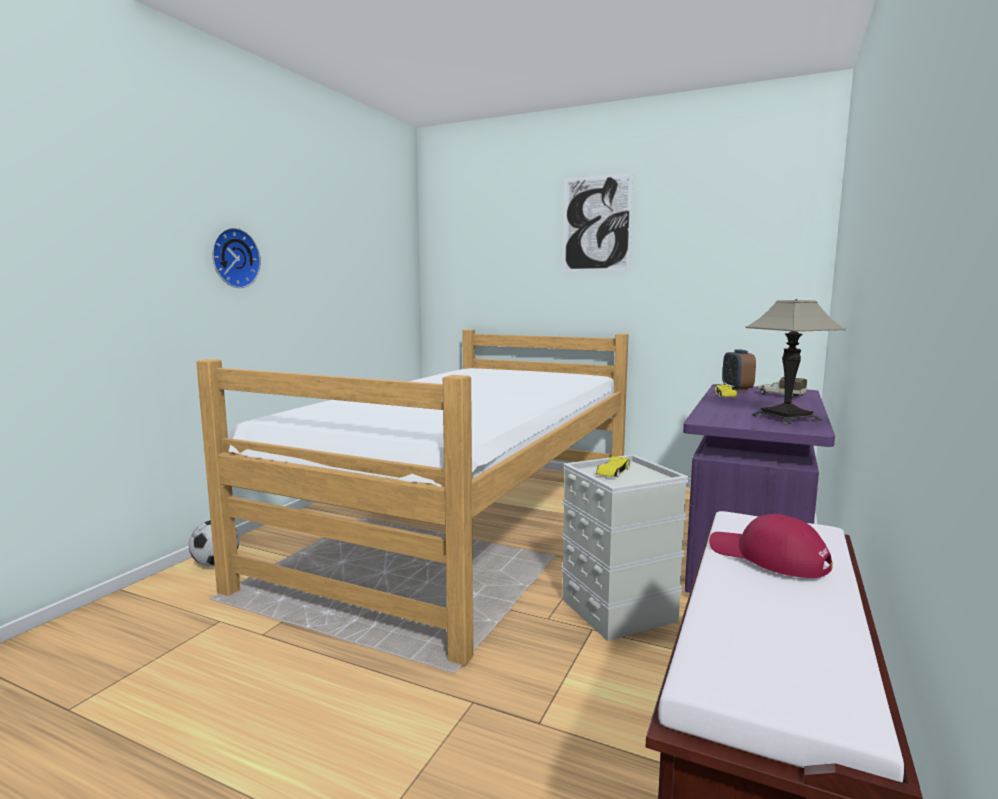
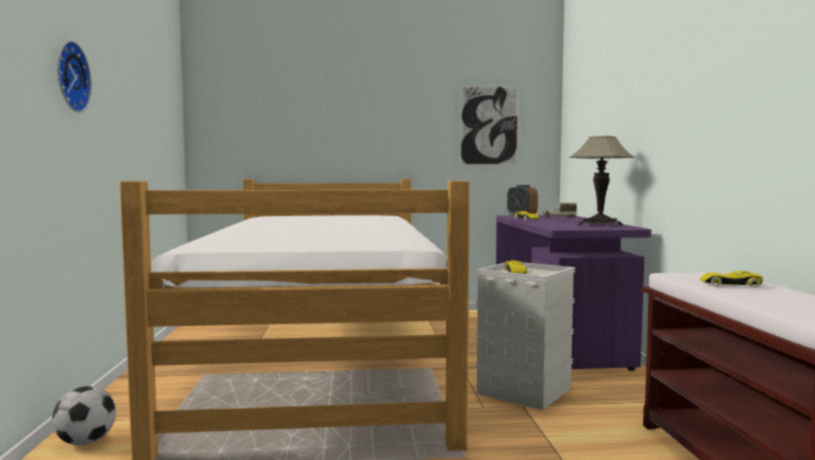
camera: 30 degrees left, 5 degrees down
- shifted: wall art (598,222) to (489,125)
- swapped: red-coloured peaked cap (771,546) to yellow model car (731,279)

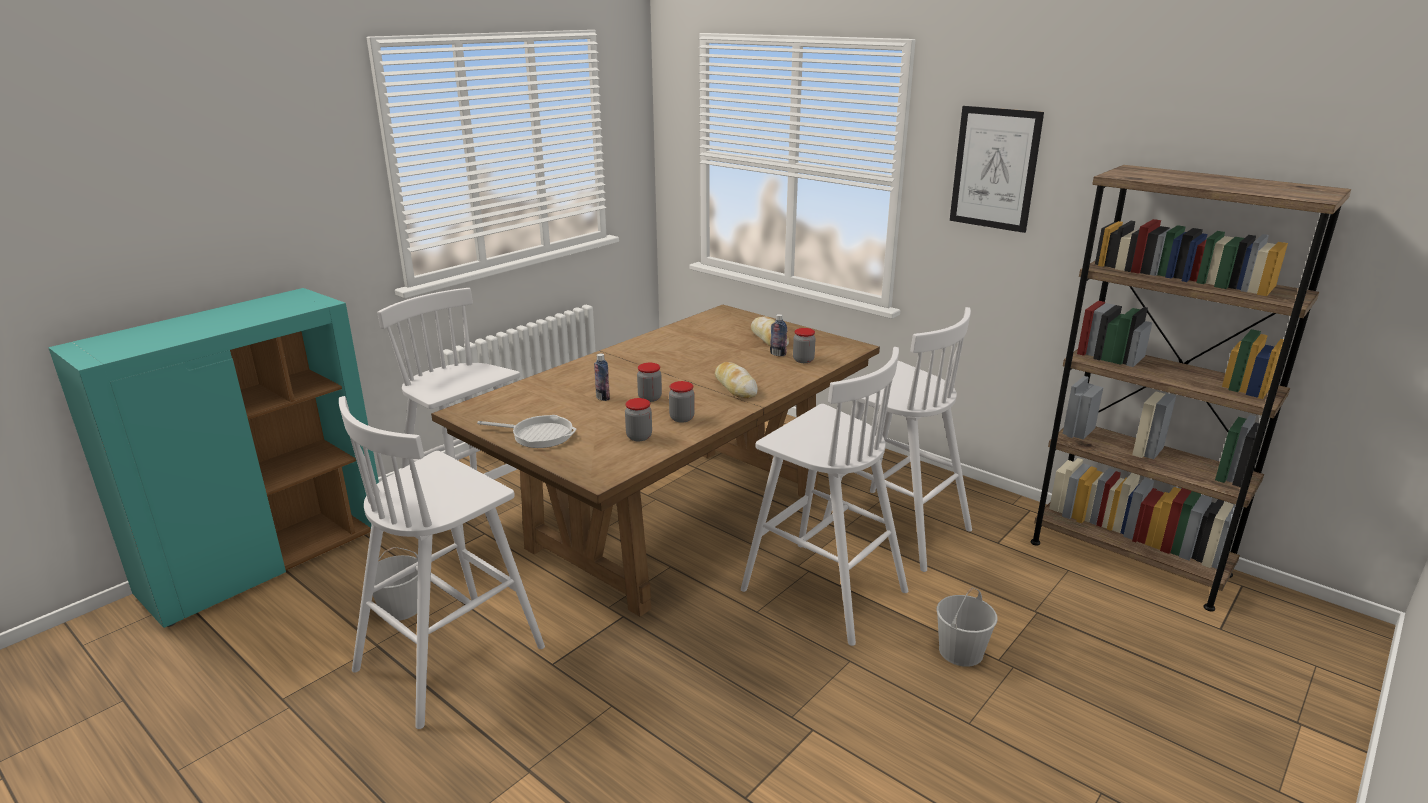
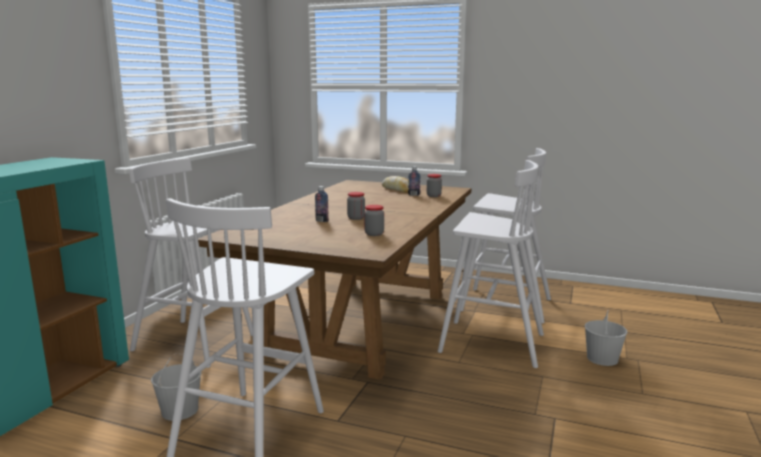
camera: 20 degrees left, 10 degrees down
- gone: frying pan (526,431)
- gone: jar (682,402)
- gone: bread (736,380)
- gone: wall art (997,169)
- gone: brownish bookcase (1191,388)

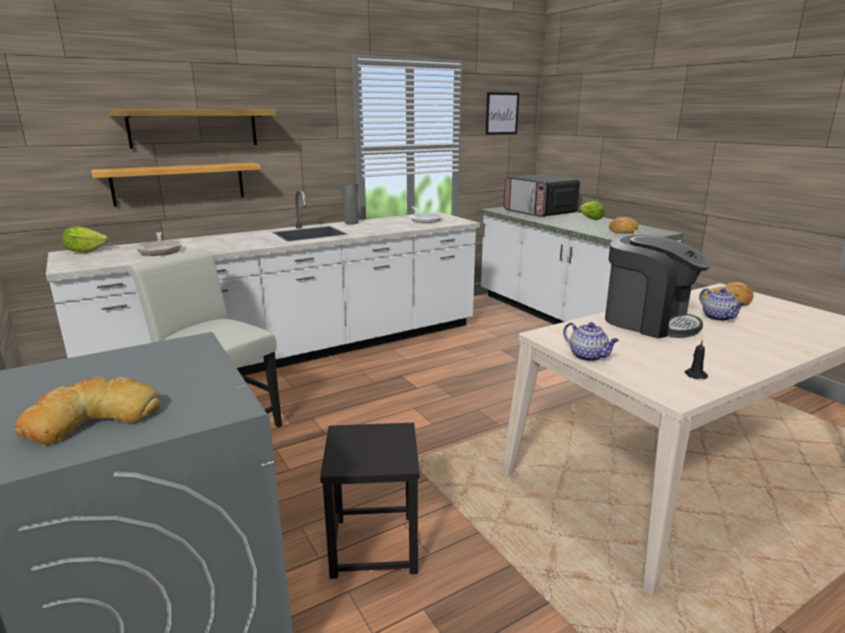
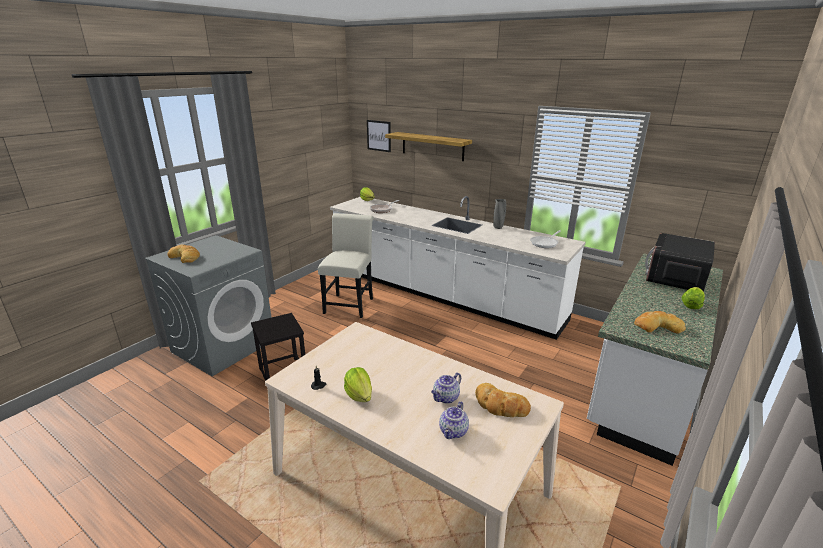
camera: 65 degrees right, 5 degrees up
- gone: wall shelf (176,185)
- shifted: wall art (502,113) to (379,136)
- shifted: pot for tea (591,341) to (454,420)
- gone: coffee maker (658,286)
- new: lettuce (358,384)

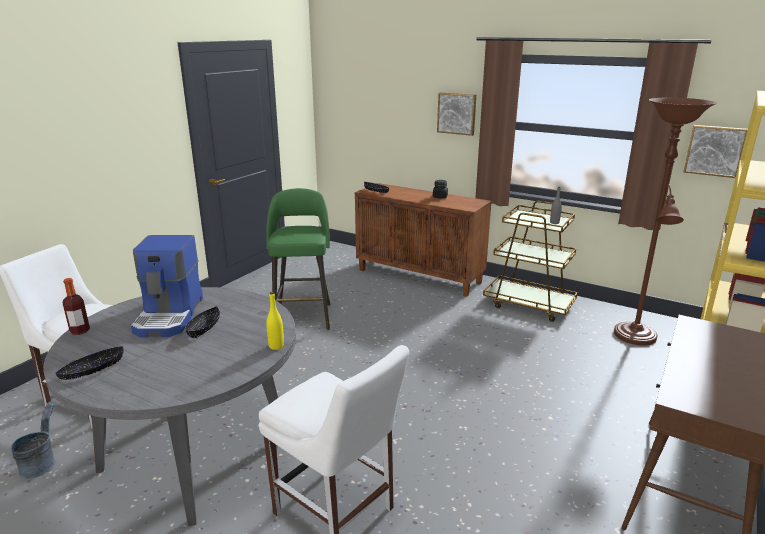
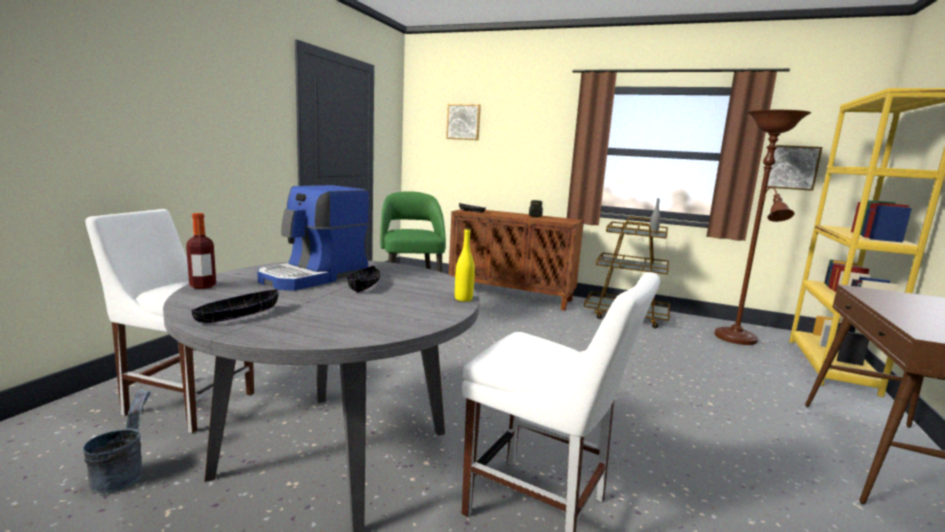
camera: 10 degrees left, 10 degrees down
- rotated: coffee maker (167,286) = (313,238) 45 degrees clockwise
- shifted: wall art (456,114) to (463,122)

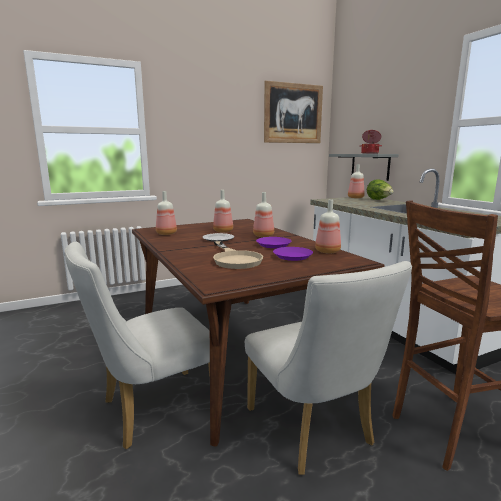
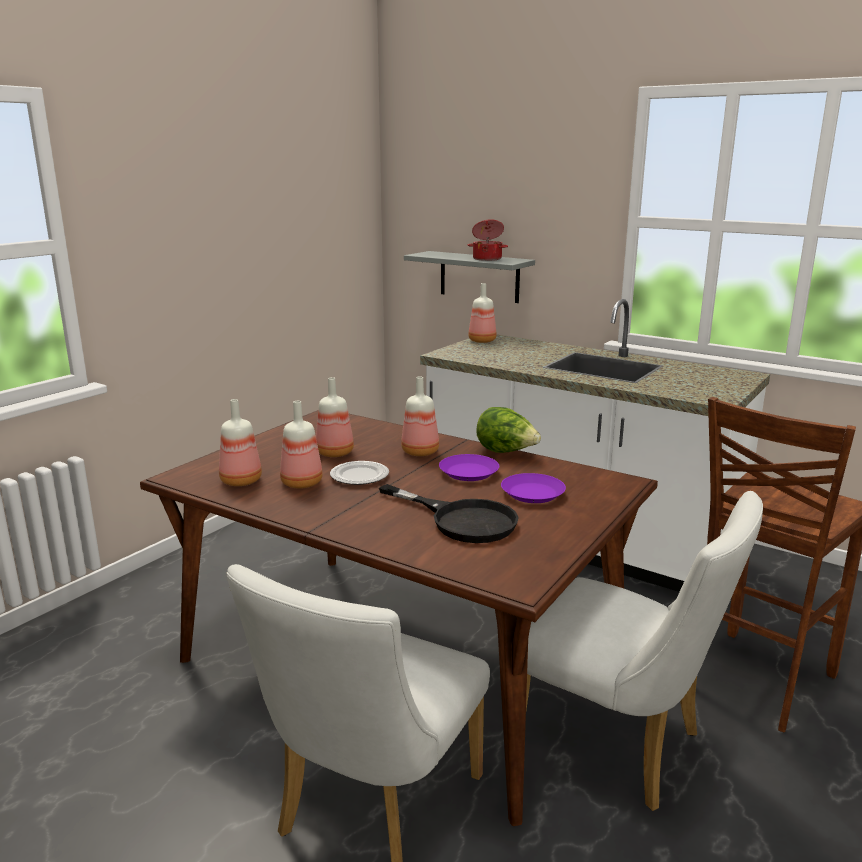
camera: 30 degrees left, 5 degrees up
- repainted: sand-coloured frying pan (238,255) to black-coloured frying pan (449,513)
- gone: wall art (293,112)
- shifted: bottle (328,226) to (301,445)
- shifted: lettuce (380,190) to (508,430)

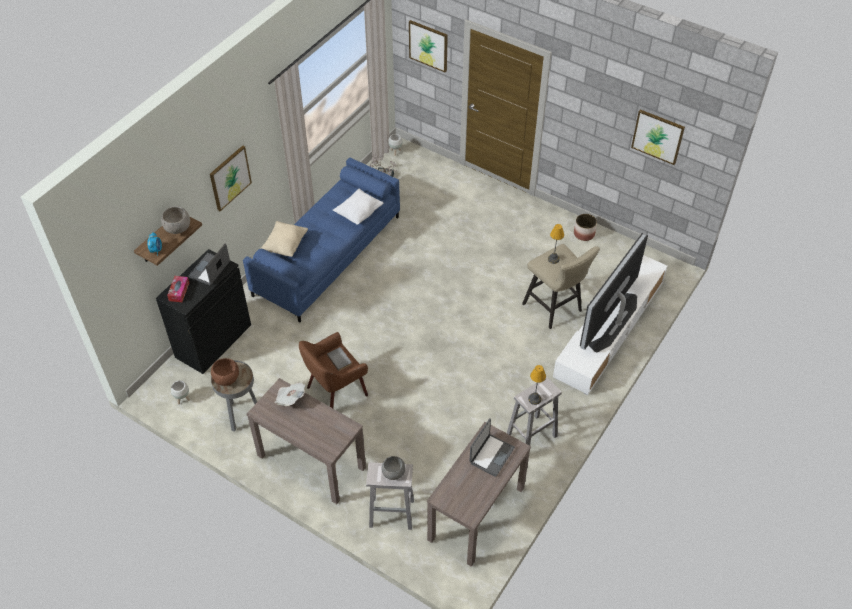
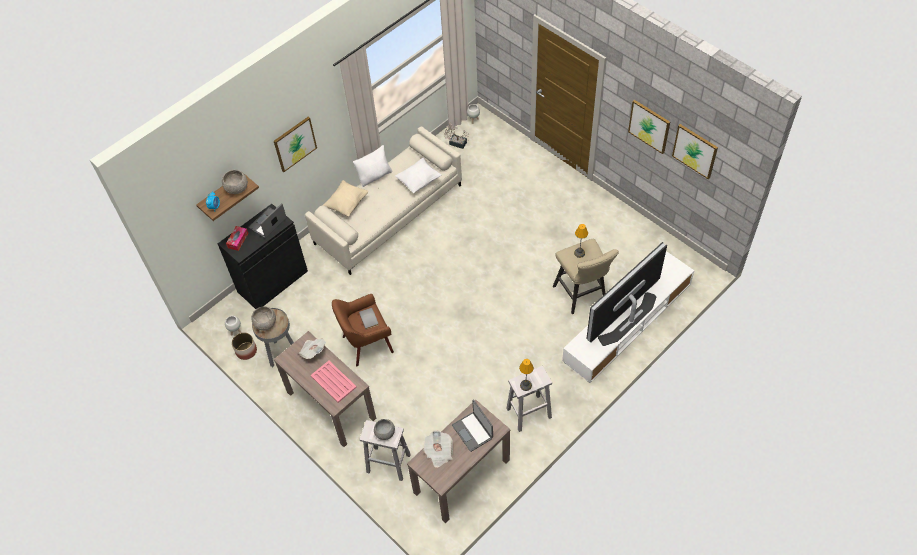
camera: 15 degrees right, 5 degrees up
- repainted: brownish serving bowl (225,372) to gray serving bowl (263,319)
- repainted: blue-coloured couch (321,240) to sand-coloured couch (383,200)
- shifted: wall art (428,46) to (649,127)
- rotated: portable computer (492,447) = (472,425) 105 degrees clockwise
- shifted: flower pot (585,227) to (244,346)
- new: pink-coloured carrying tray (334,382)
- new: whitish cushion (372,166)
- new: daily paper (438,449)

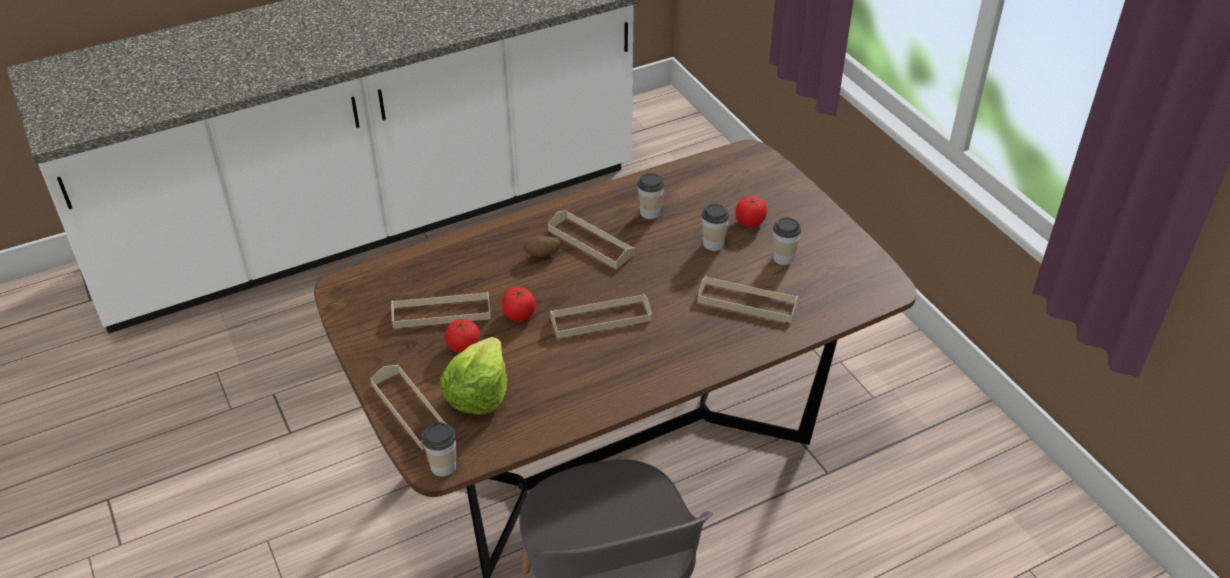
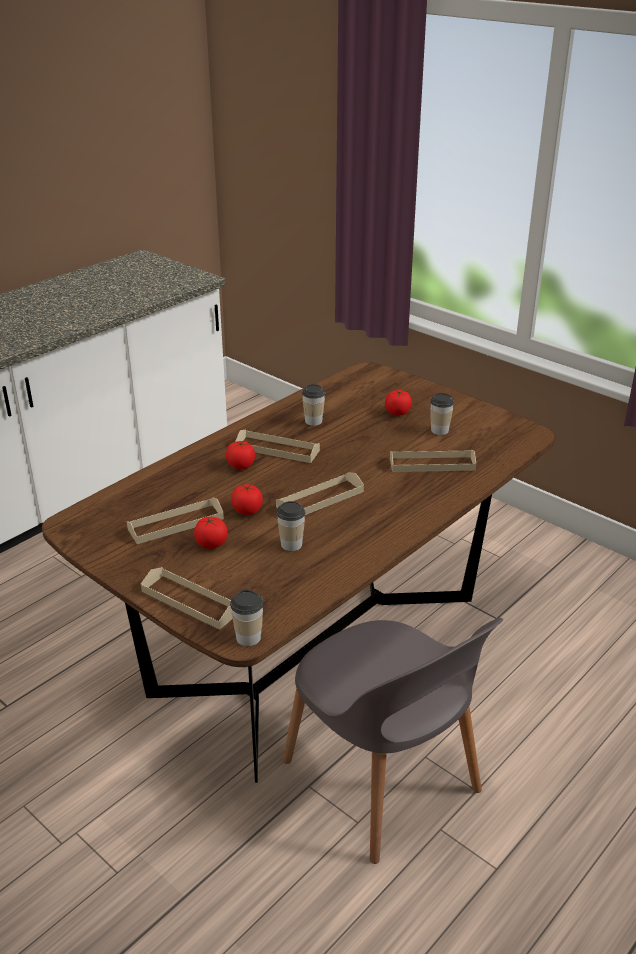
camera: 20 degrees left, 10 degrees down
- gone: lettuce (473,376)
- swapped: whole potato (542,246) to whole tomato (240,455)
- shifted: drinking cup (715,227) to (291,526)

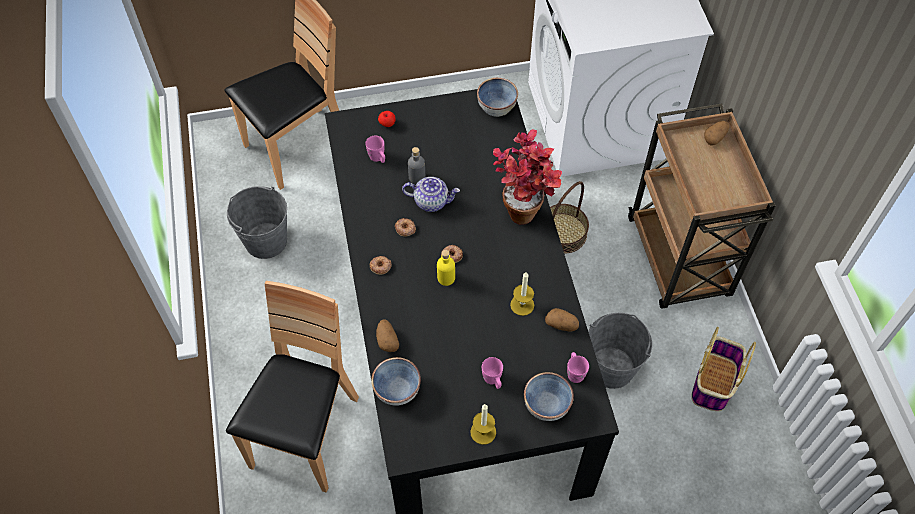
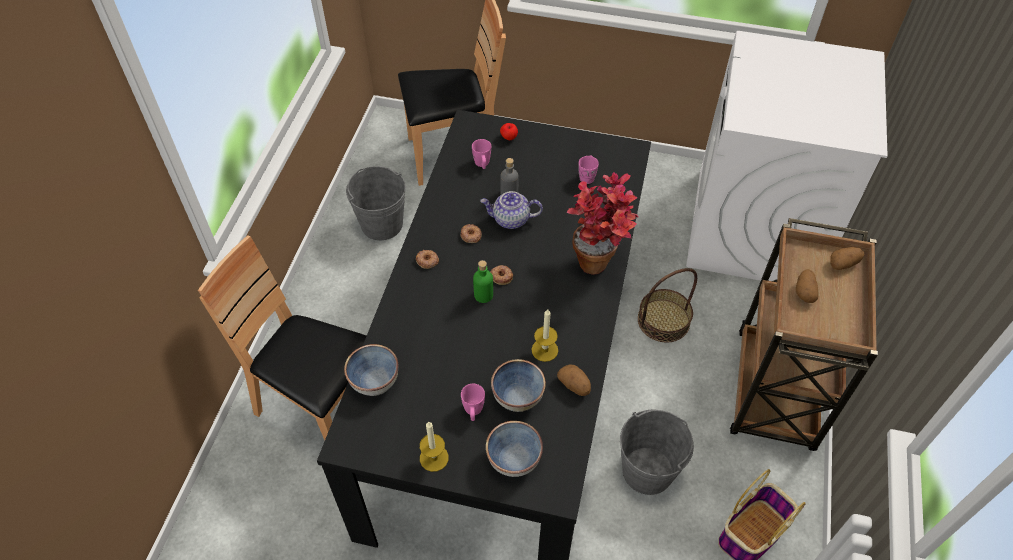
camera: 25 degrees right, 5 degrees down
- rotated: brownish plain chair (292,387) = (282,337) 105 degrees counterclockwise
- shifted: whole potato (387,335) to (807,286)
- rotated: pot for tea (431,194) = (511,210) 150 degrees clockwise
- repainted: yellow bottle (446,268) to green bottle (483,281)
- shifted: serving bowl (497,97) to (518,385)
- shifted: pink-coloured coffee mug (578,367) to (589,169)

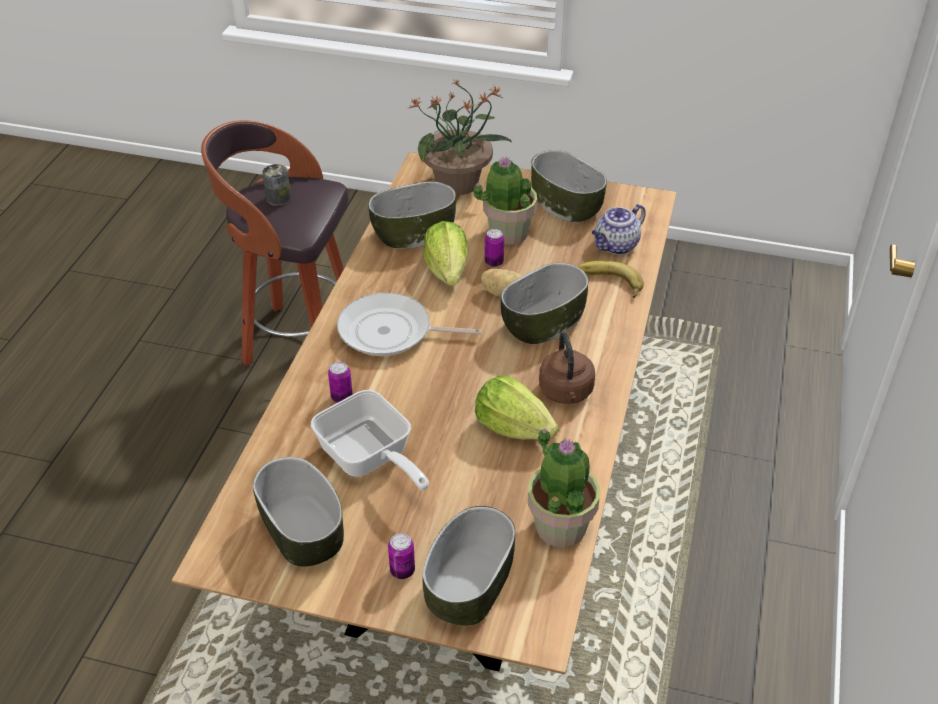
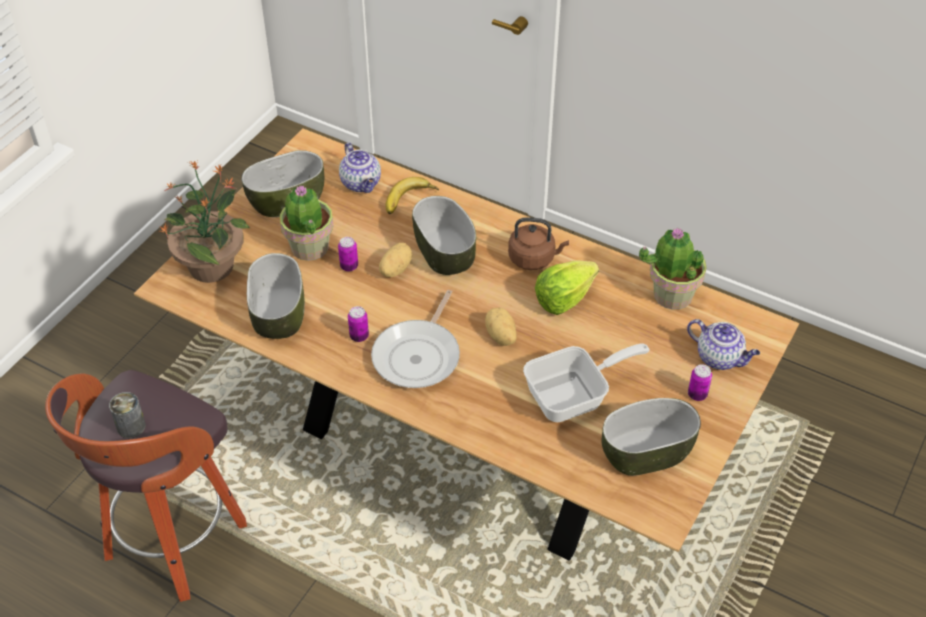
camera: 75 degrees left, 5 degrees up
- shifted: sealed can (340,382) to (358,324)
- gone: lettuce (445,253)
- swapped: serving bowl (469,566) to pot for tea (723,344)
- new: whole potato (500,326)

